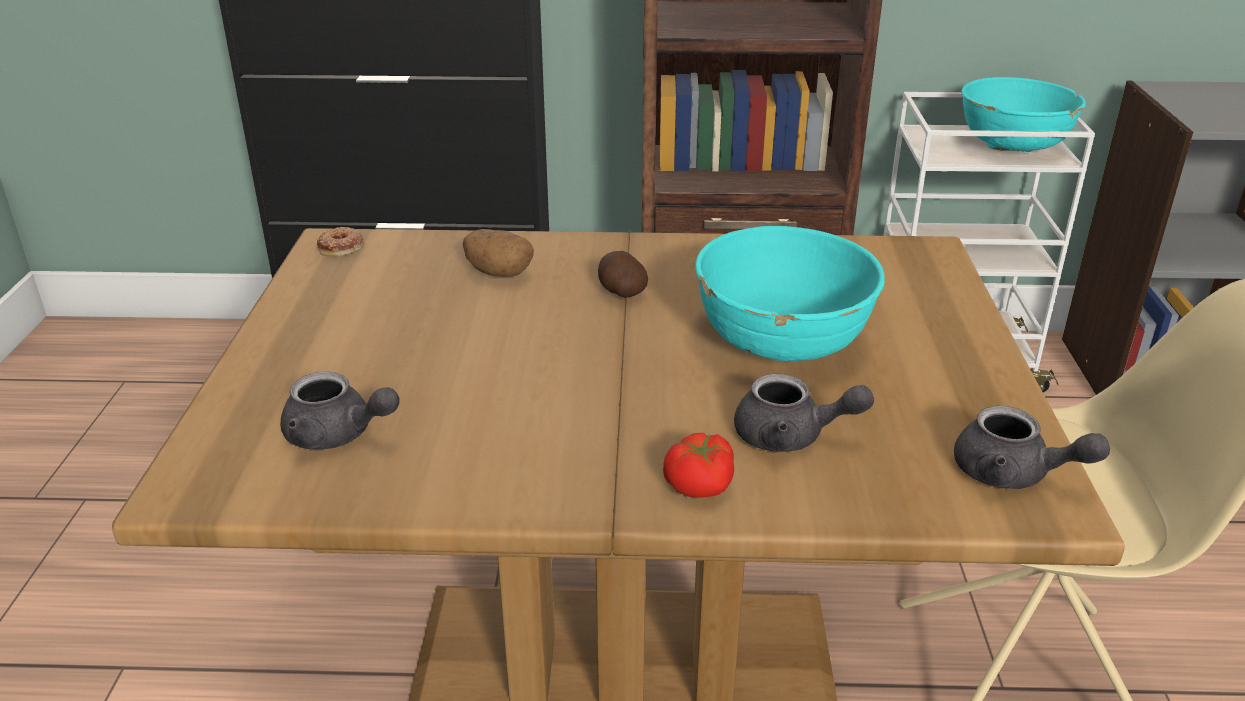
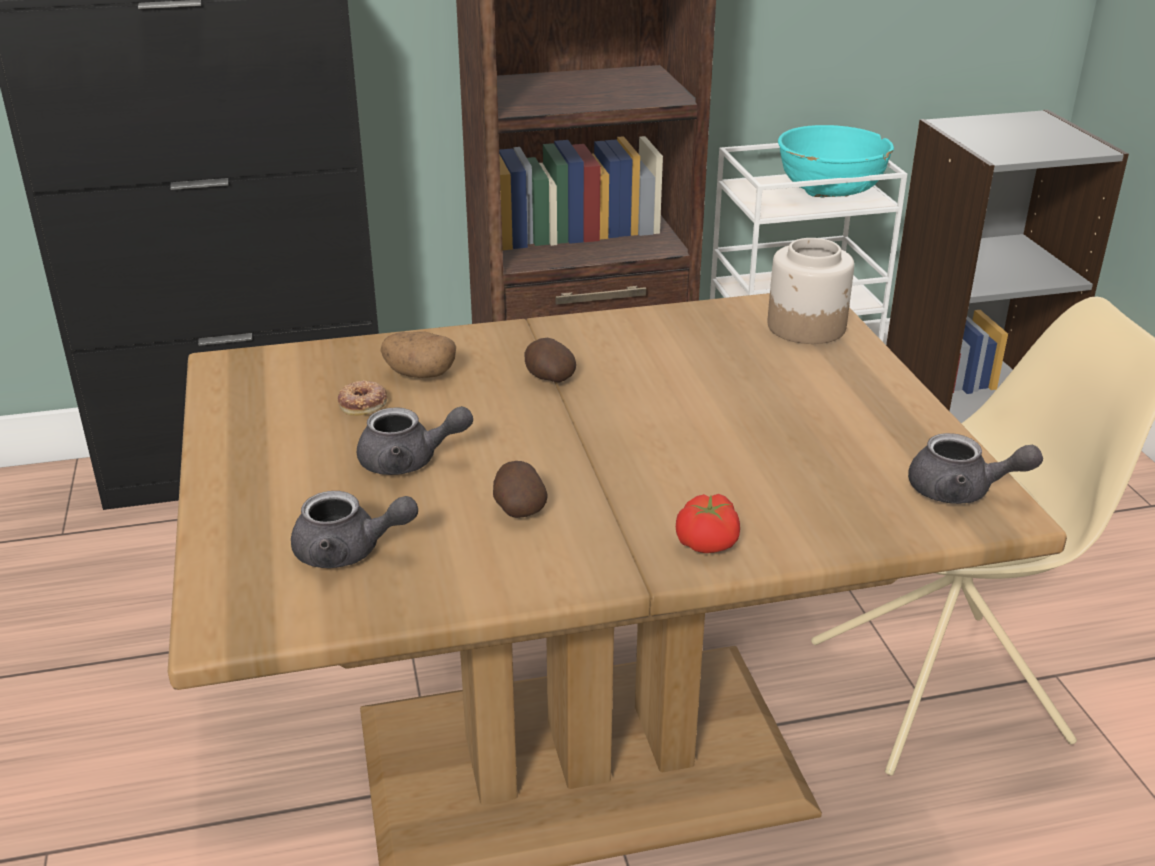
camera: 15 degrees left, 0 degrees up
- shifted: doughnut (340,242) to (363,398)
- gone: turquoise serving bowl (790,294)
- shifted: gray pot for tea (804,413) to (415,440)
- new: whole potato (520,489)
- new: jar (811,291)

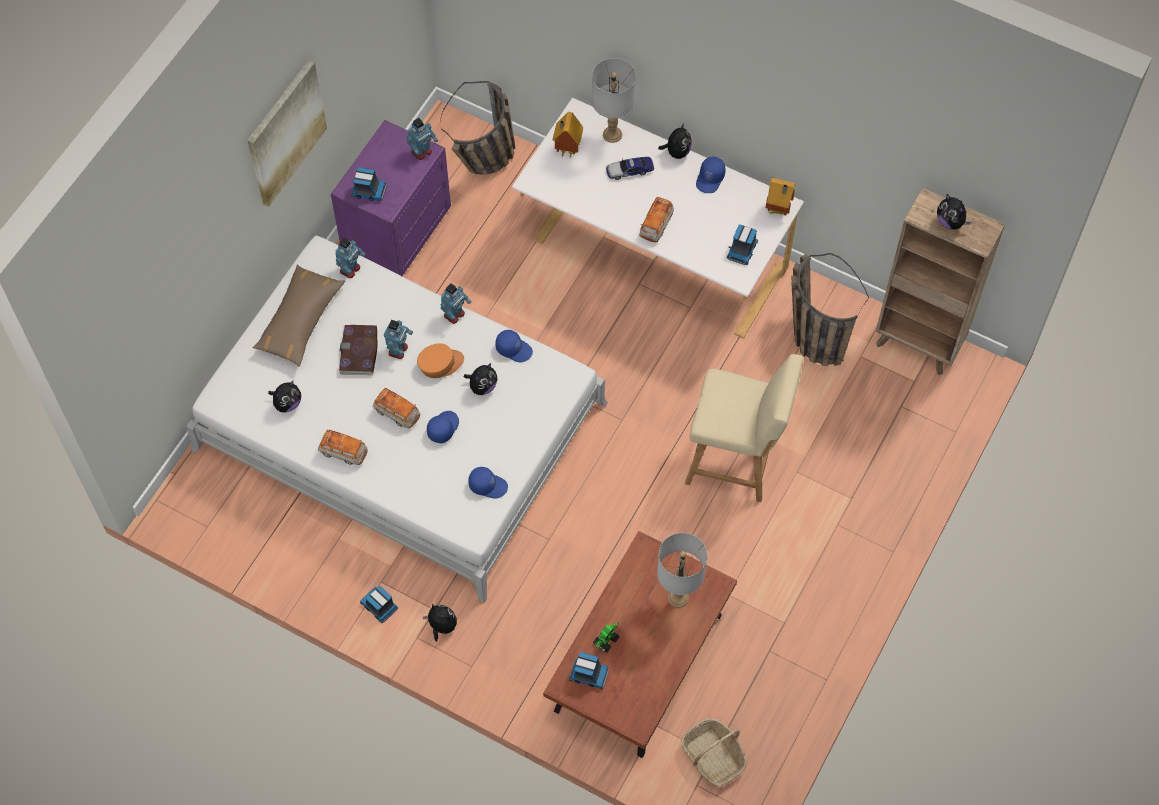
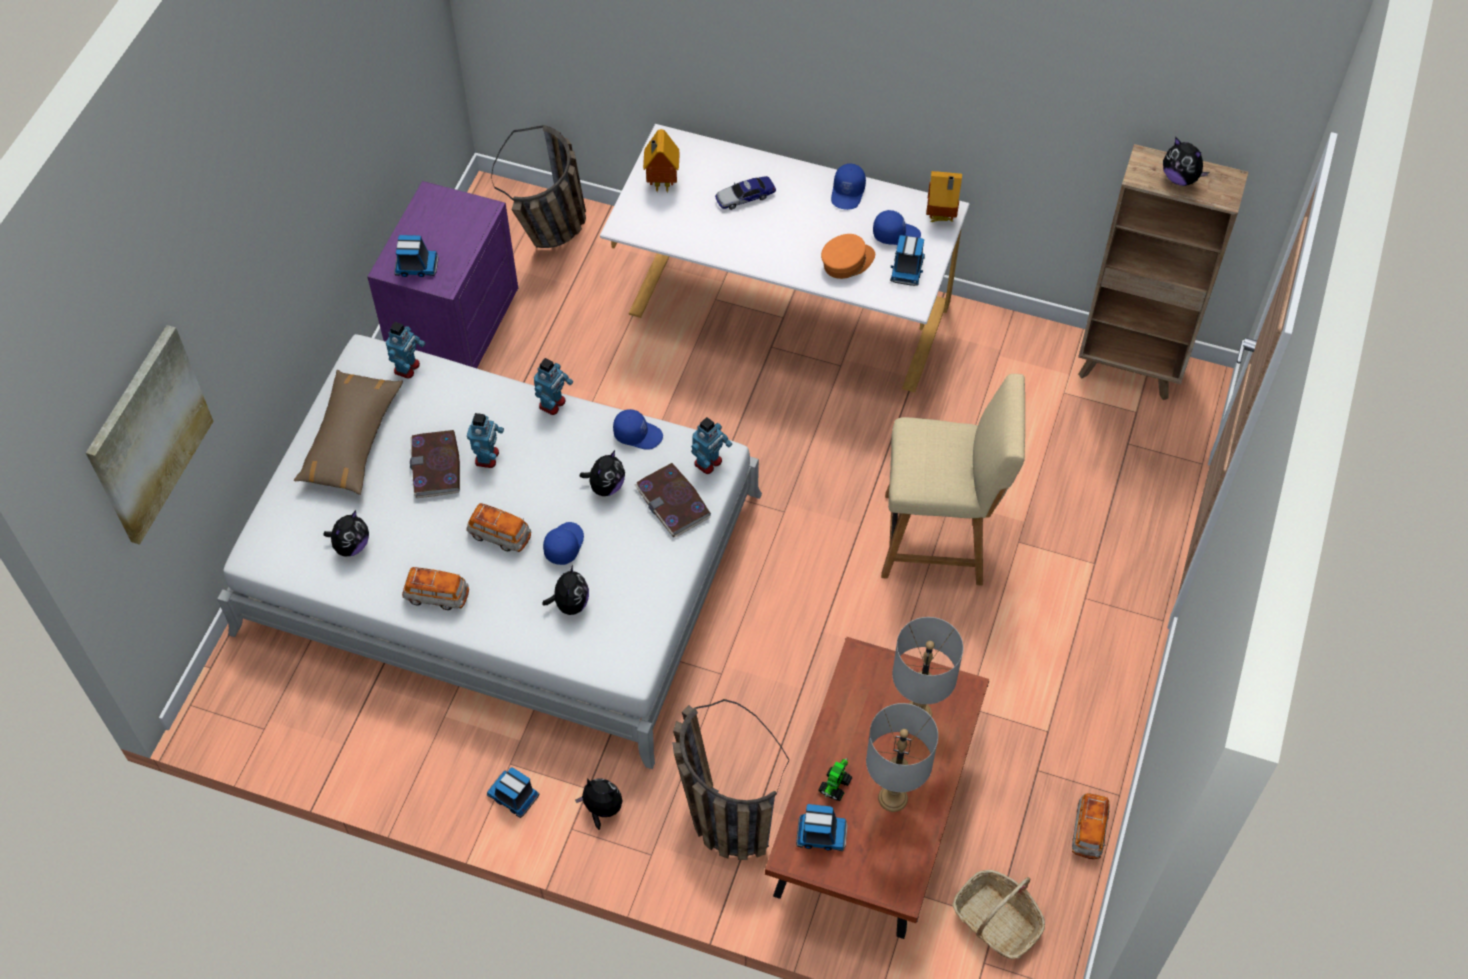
camera: 10 degrees left, 5 degrees down
- shifted: wall art (287,133) to (149,435)
- shifted: model robot (422,139) to (711,445)
- shifted: orange peaked cap (440,360) to (848,256)
- shifted: blue-coloured peaked cap (488,482) to (897,227)
- shifted: gray tabletop lamp (614,100) to (902,757)
- shifted: model car (656,219) to (1091,826)
- shifted: cuddly toy (675,141) to (565,590)
- shifted: household basket (830,309) to (730,779)
- new: bound book (673,500)

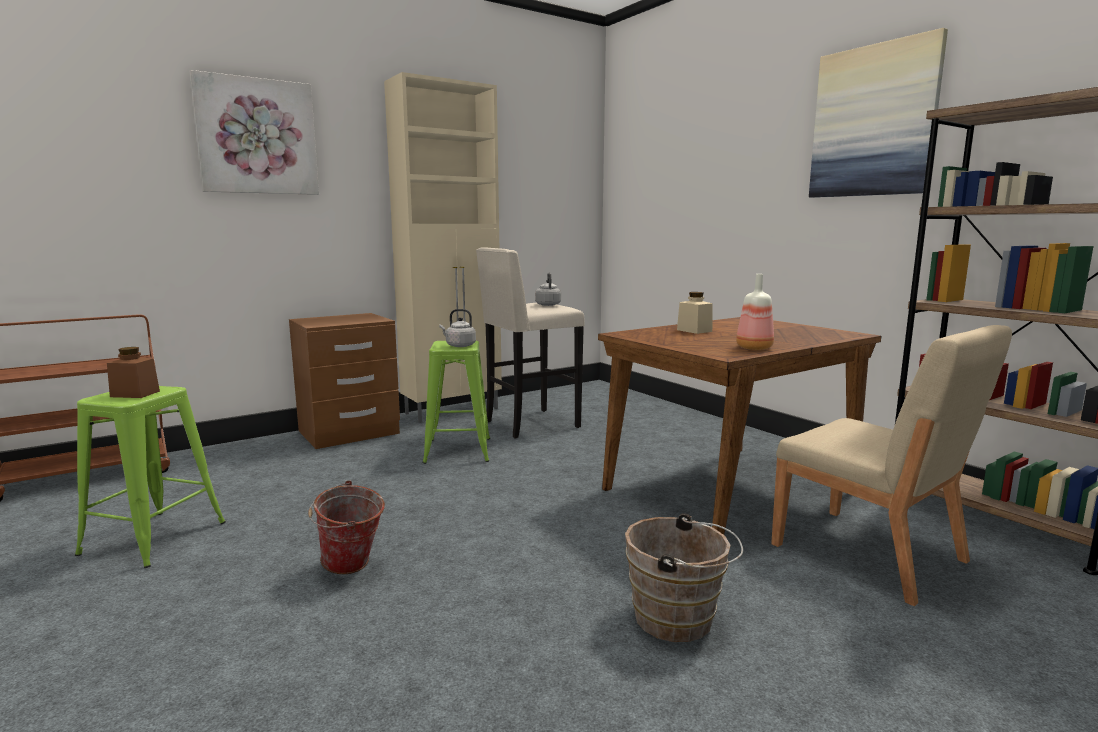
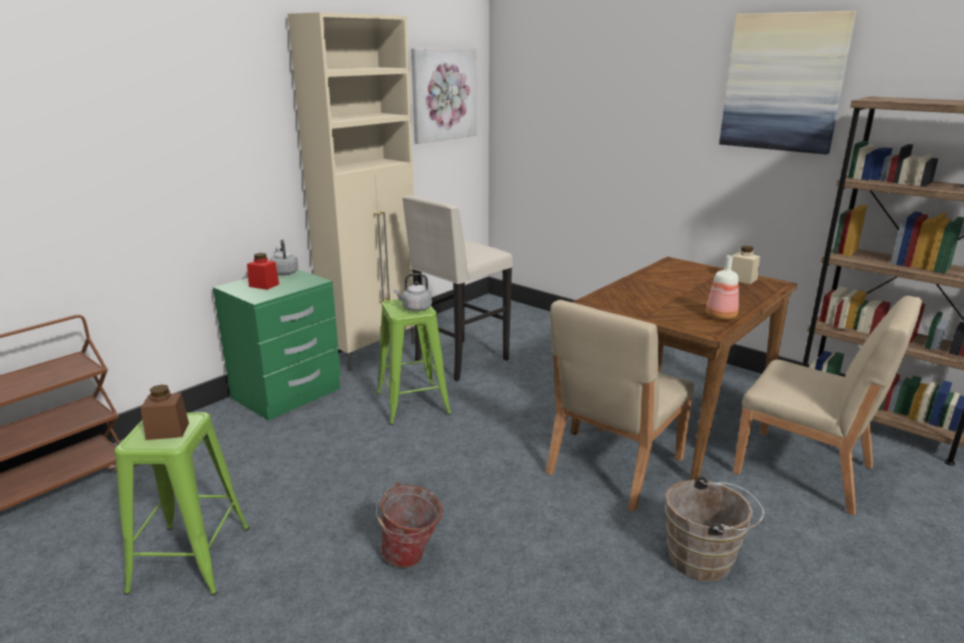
camera: 15 degrees left, 10 degrees up
- shifted: wall art (254,132) to (444,96)
- repainted: brownish nightstand (344,381) to green nightstand (277,345)
- shifted: gray water kettle (548,289) to (283,257)
- shifted: sand-coloured jar (694,313) to (745,265)
- new: red-coloured jar (263,271)
- new: sand-coloured plain chair (620,406)

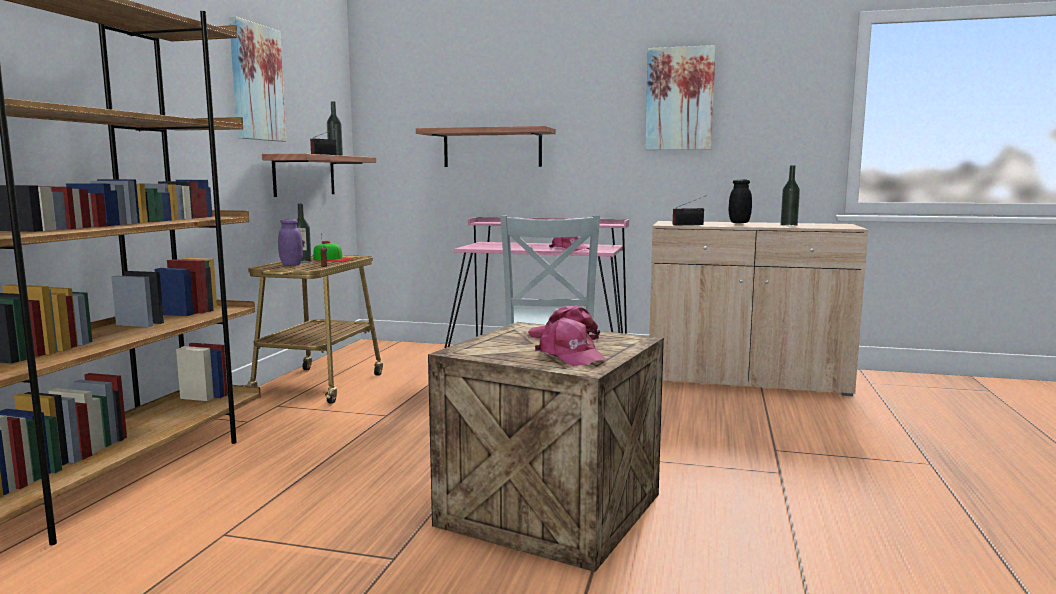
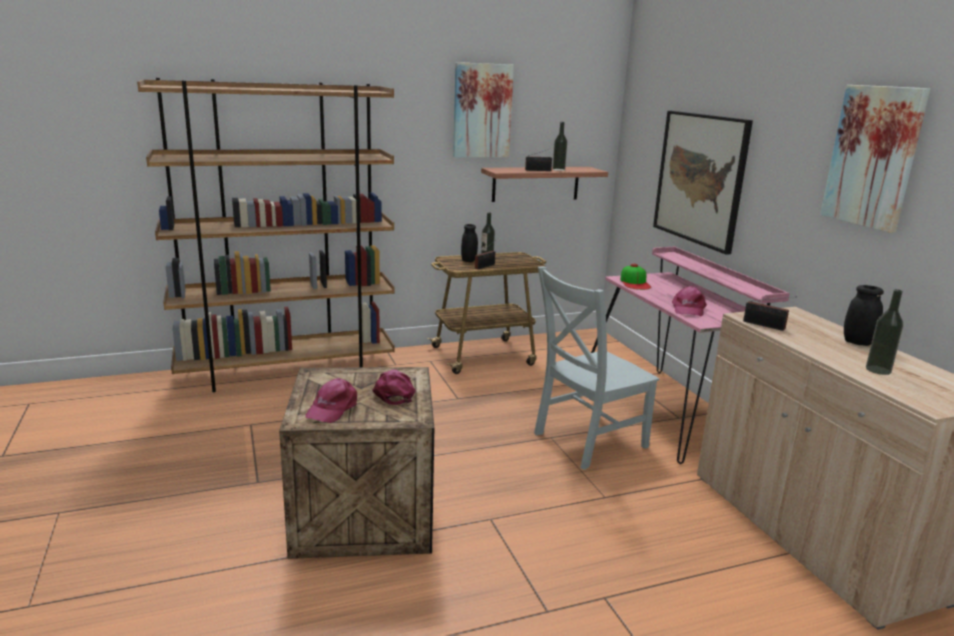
camera: 55 degrees right, 10 degrees up
- repainted: purple-coloured jar (290,242) to black-coloured jar (469,243)
- shifted: peaked cap (334,251) to (635,277)
- swapped: wall shelf (486,146) to wall art (703,183)

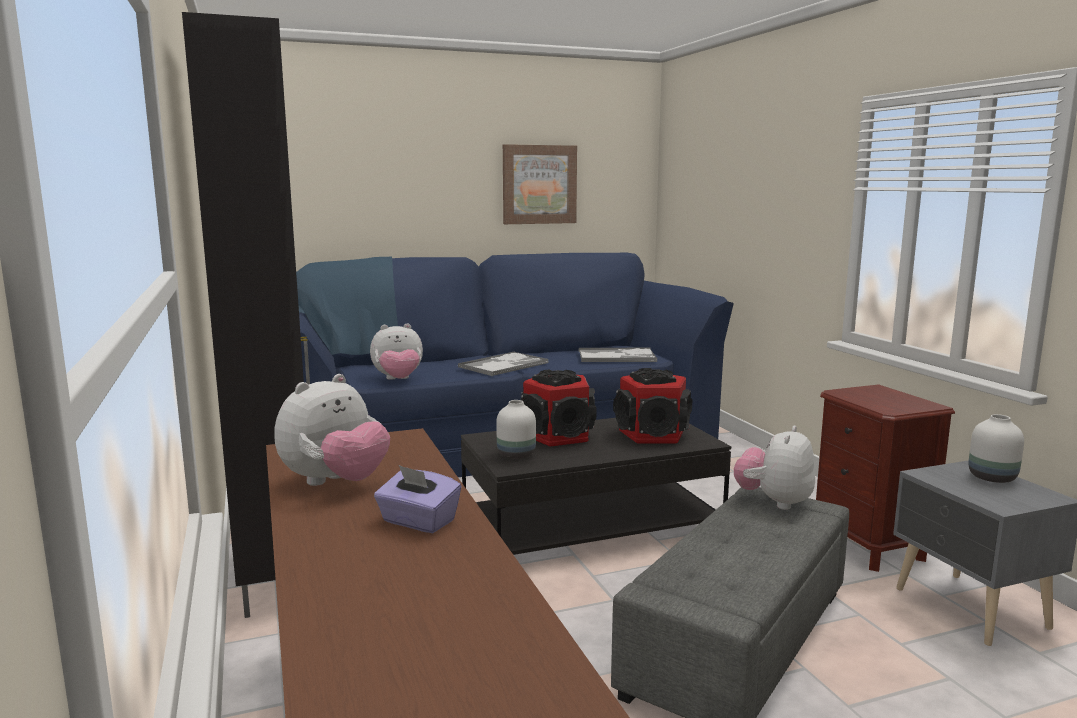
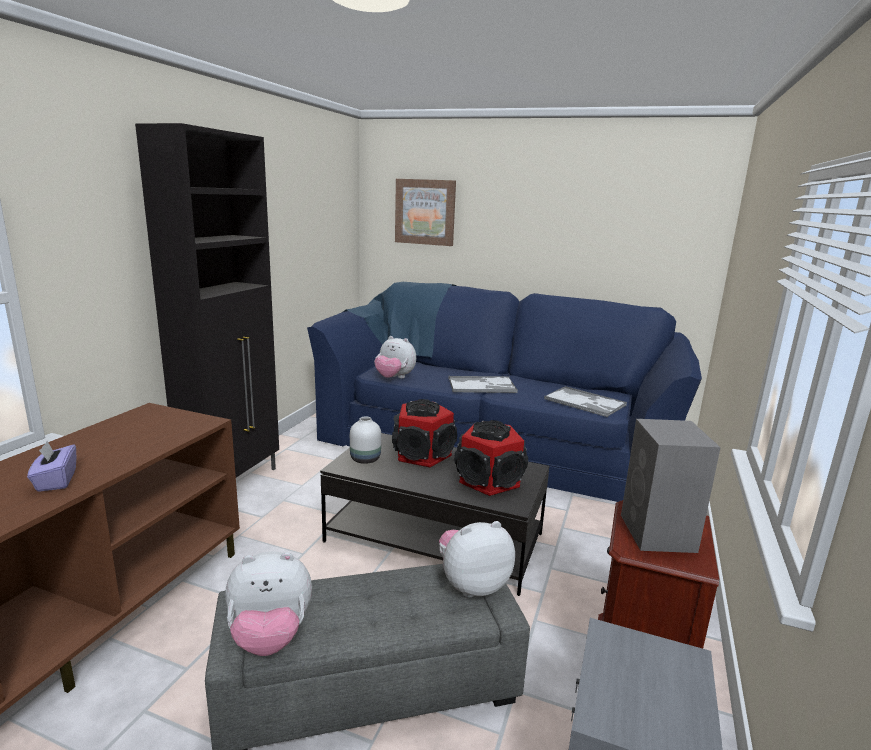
camera: 40 degrees right, 5 degrees up
- shifted: cuddly toy (332,430) to (268,603)
- shifted: wall art (540,184) to (425,212)
- gone: whitish decorative vase (996,448)
- new: gray loudspeaker (671,486)

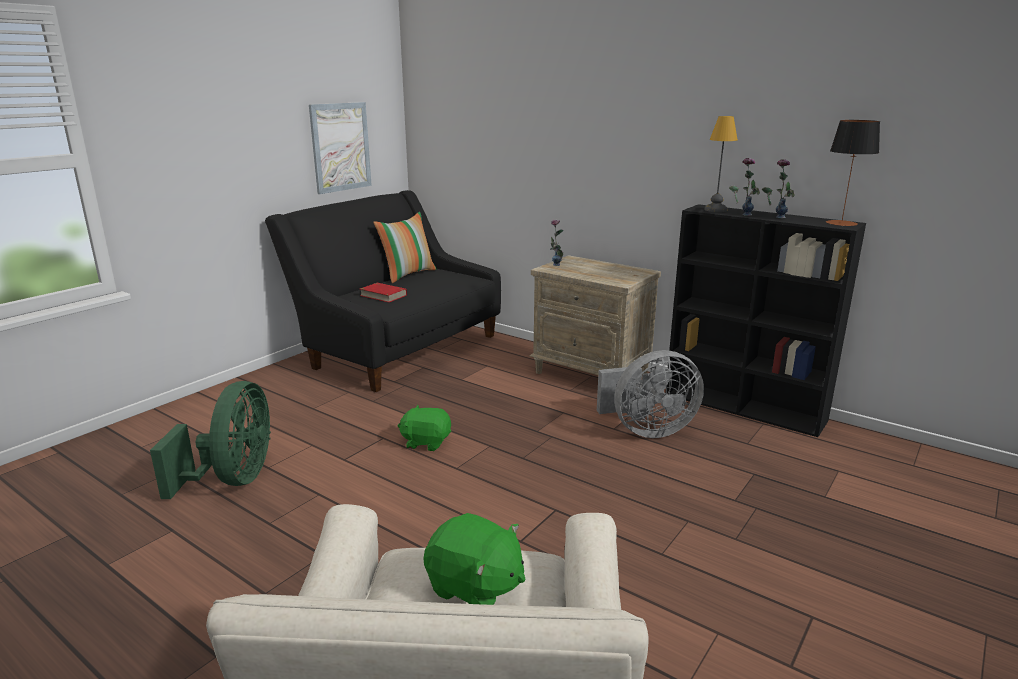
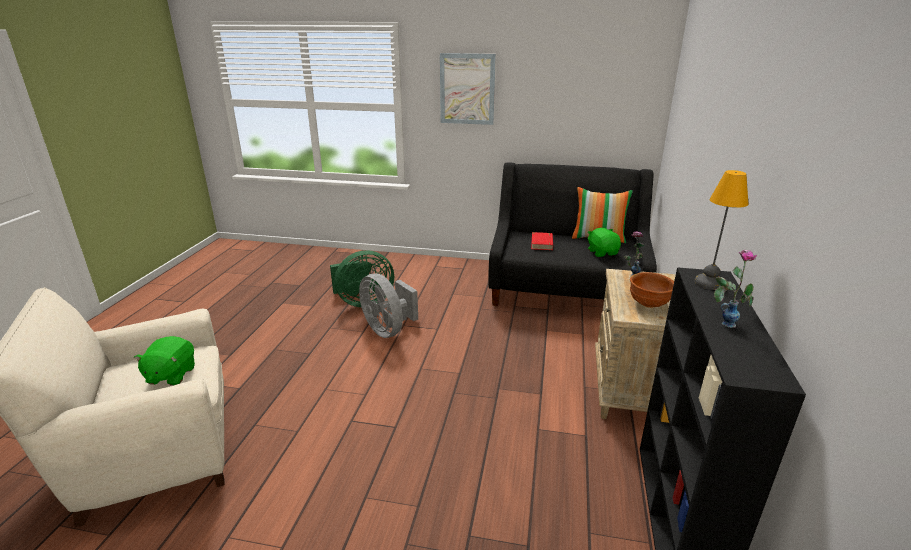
camera: 65 degrees right, 5 degrees up
- shifted: wall art (340,148) to (468,89)
- shifted: green cuddly toy (424,428) to (604,242)
- shifted: gray electric fan (650,394) to (388,305)
- gone: decorative vase (744,187)
- gone: tabletop lamp (853,173)
- new: brownish serving bowl (652,290)

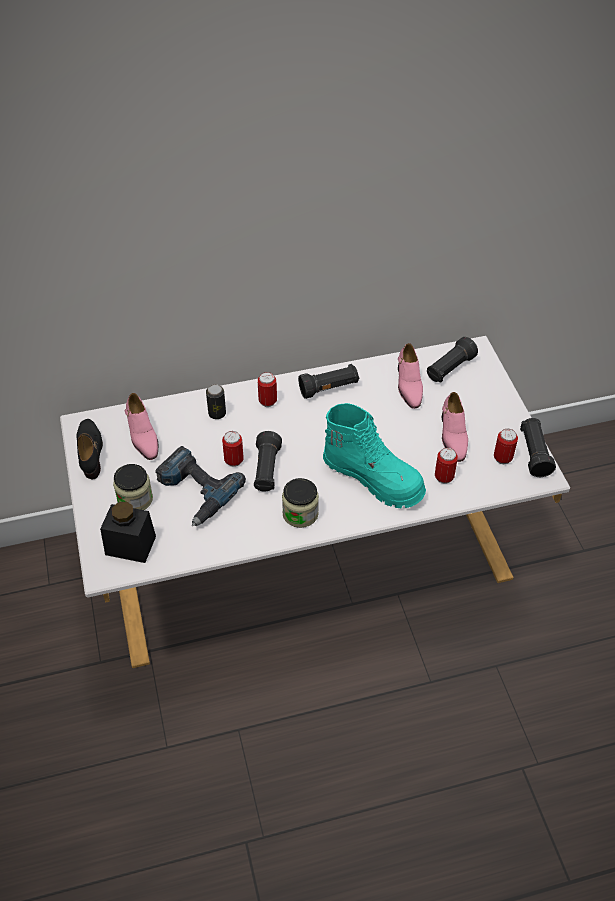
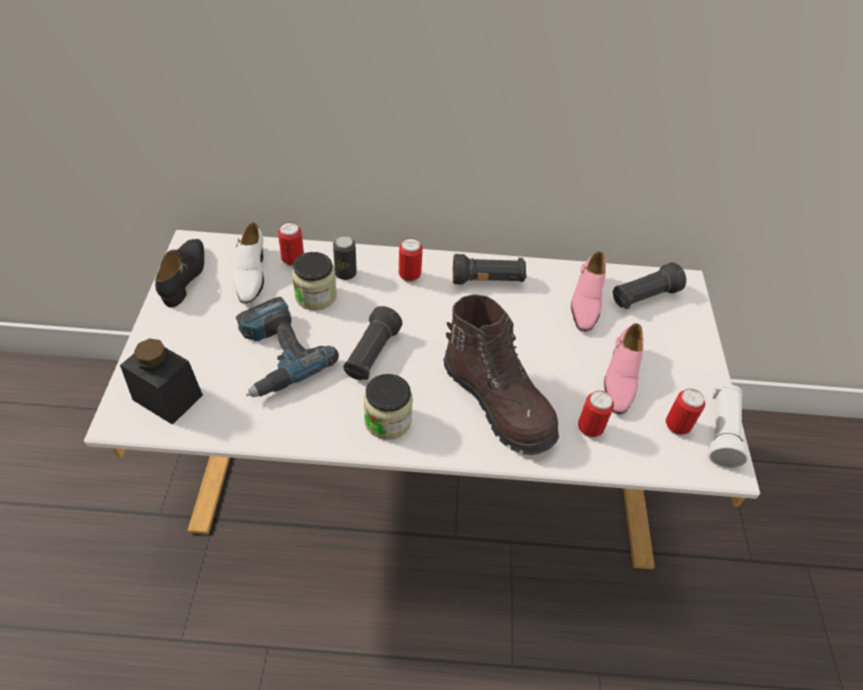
camera: 15 degrees right, 0 degrees up
- shifted: jar (133,487) to (314,281)
- repainted: pink-coloured shoe (141,426) to whitish shoe (248,263)
- shifted: sealed can (233,449) to (291,244)
- repainted: turquoise boot (374,455) to brownish boot (501,374)
- repainted: black-coloured hand torch (538,447) to whitish hand torch (728,426)

